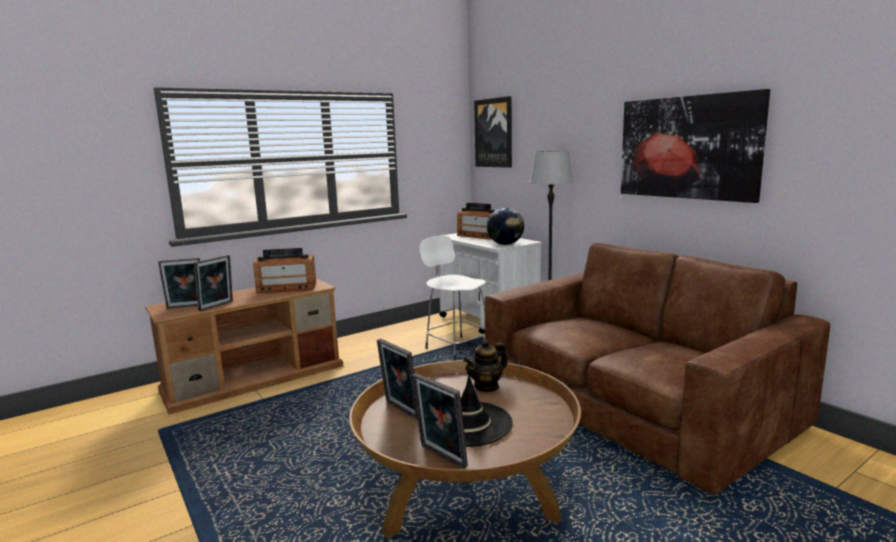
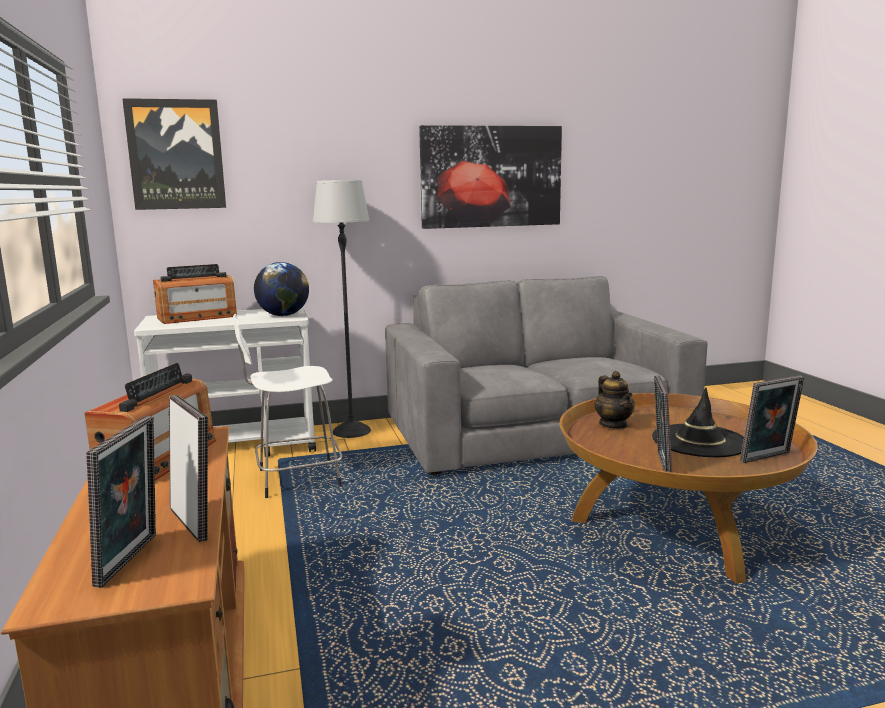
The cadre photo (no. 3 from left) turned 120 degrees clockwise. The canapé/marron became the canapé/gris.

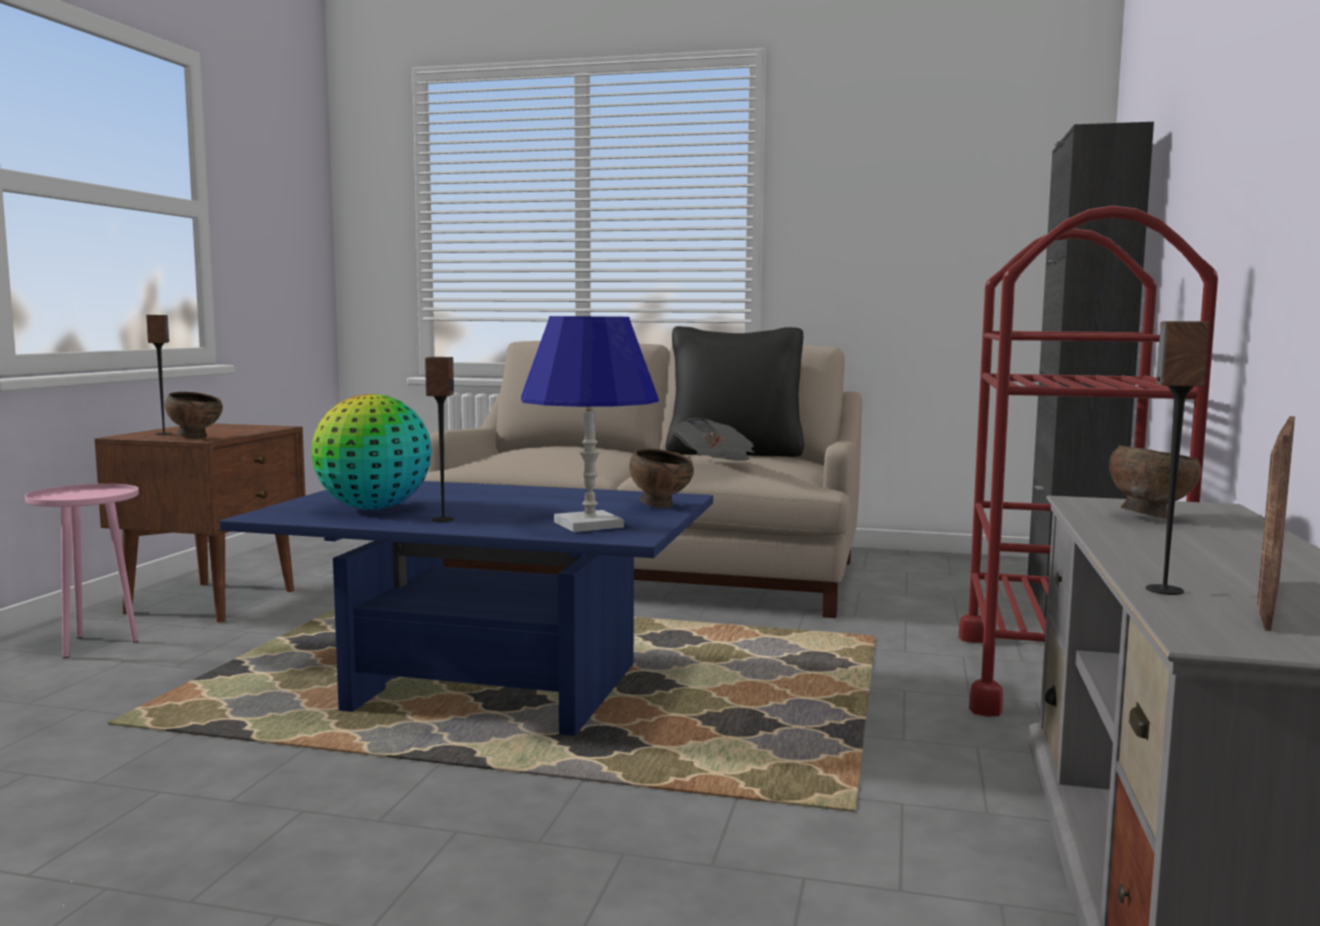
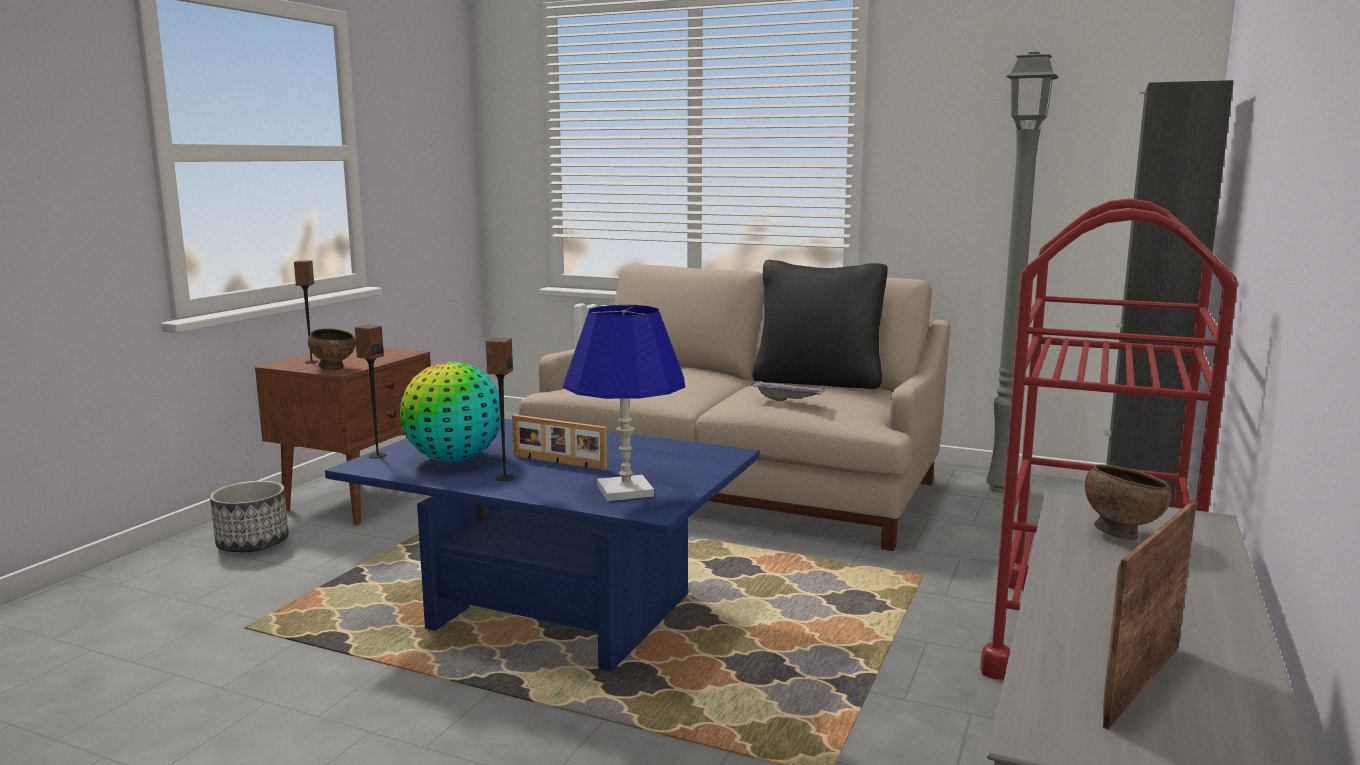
The table d'appoint/rose was replaced by the cache-pot. The bol/marron (no. 2 from left) disappeared. The journal was replaced by the plateau/gris. The enceinte (no. 3 from left in the first image) moved. The cadre photo (no. 1 from left) appeared. The lampadaire/gris appeared.

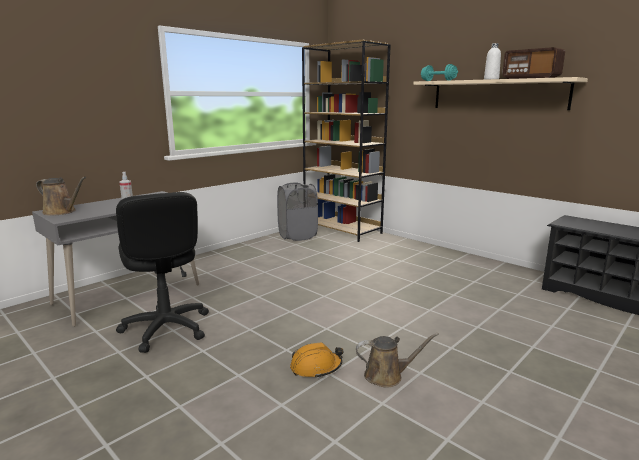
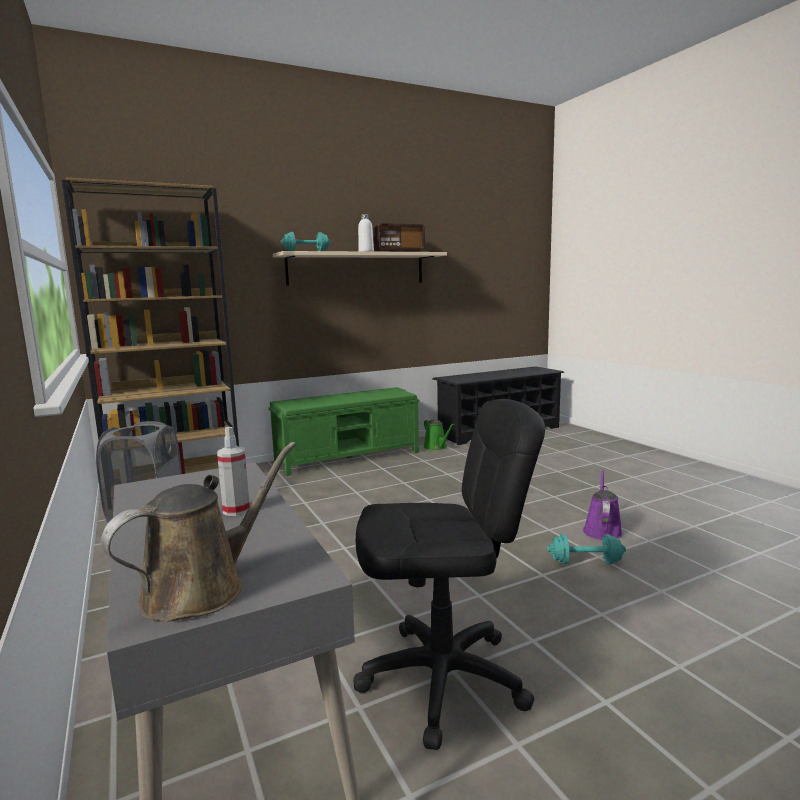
The casque de chantier/orange was replaced by the haltère/turquoise (no. 2 from left). The arrosoir/marron (no. 2 from left) became the arrosoir/violet. The banc/vert appeared. The arrosoir/vert appeared.

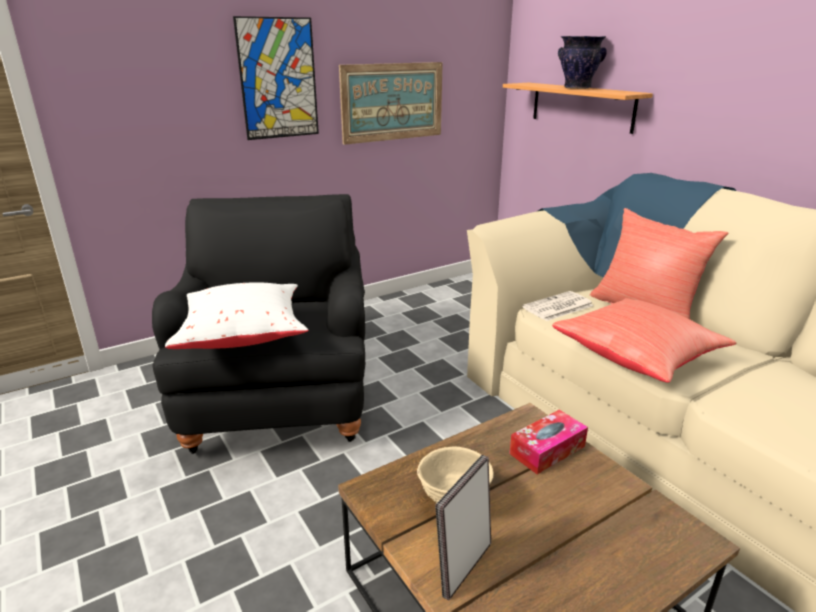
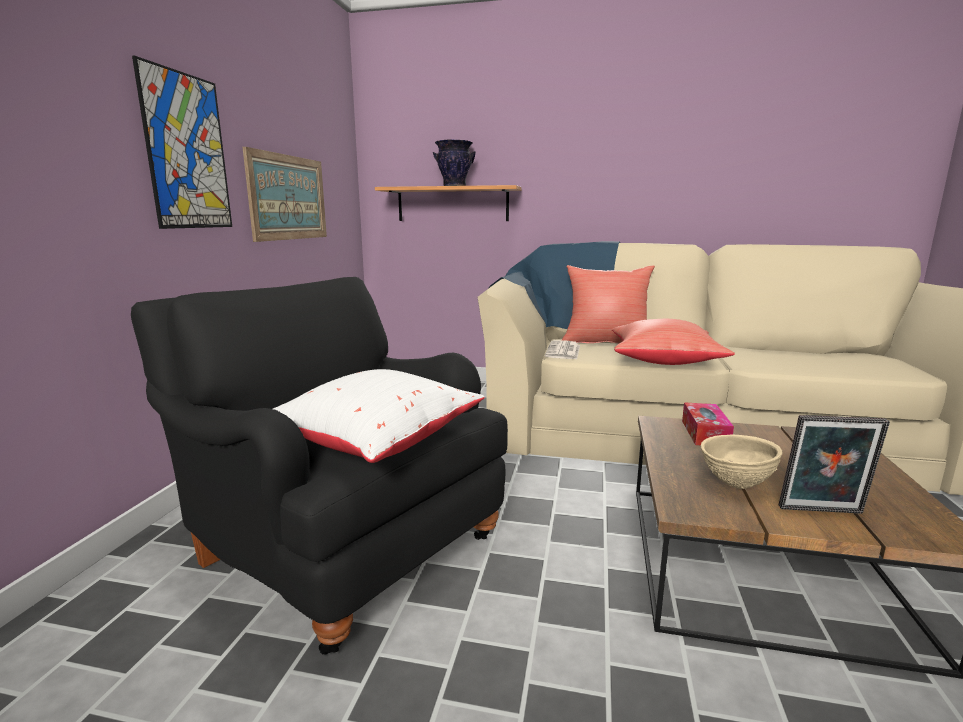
The cadre photo turned 75 degrees counterclockwise.

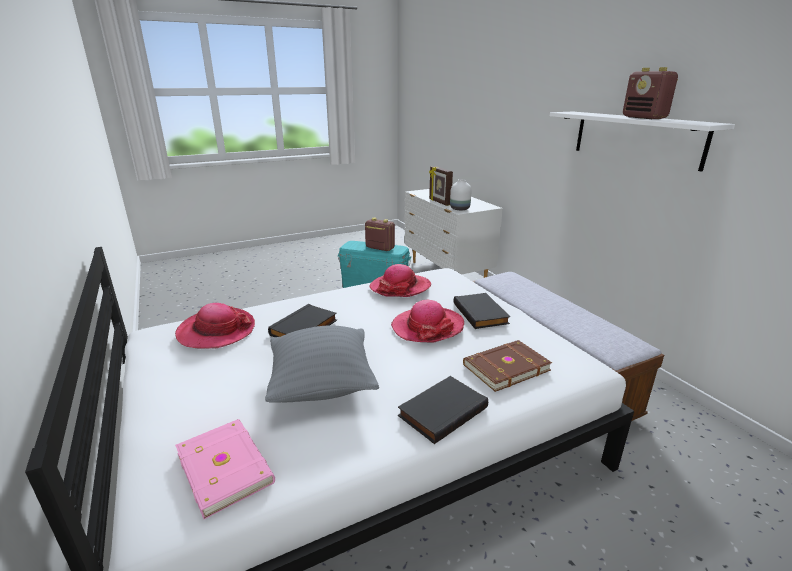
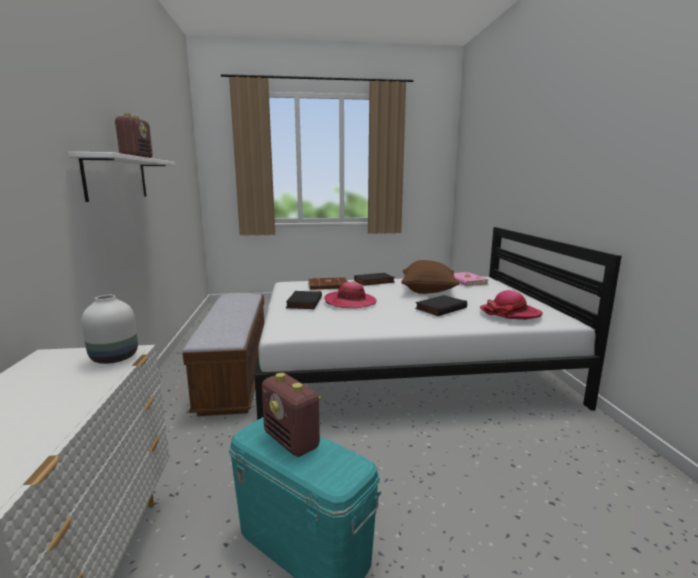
The coussin/gris became the coussin/marron. The chapeau (no. 2 from left) disappeared. The cadre photo disappeared.

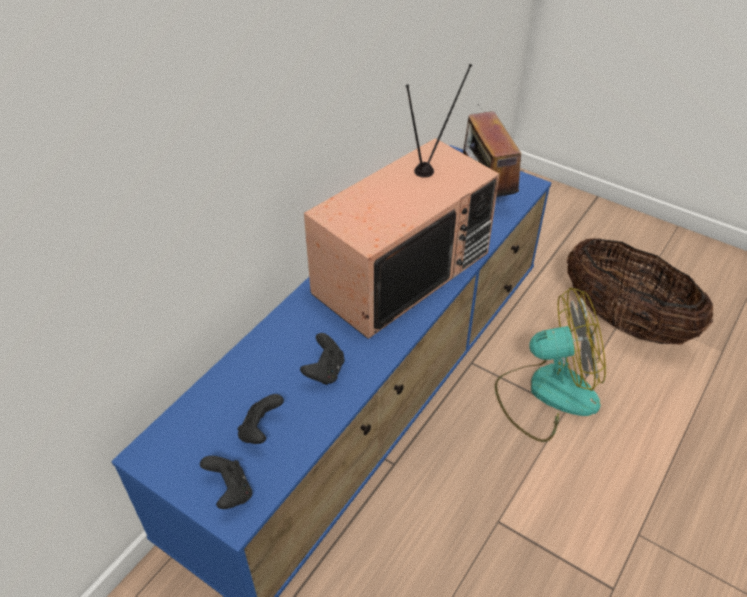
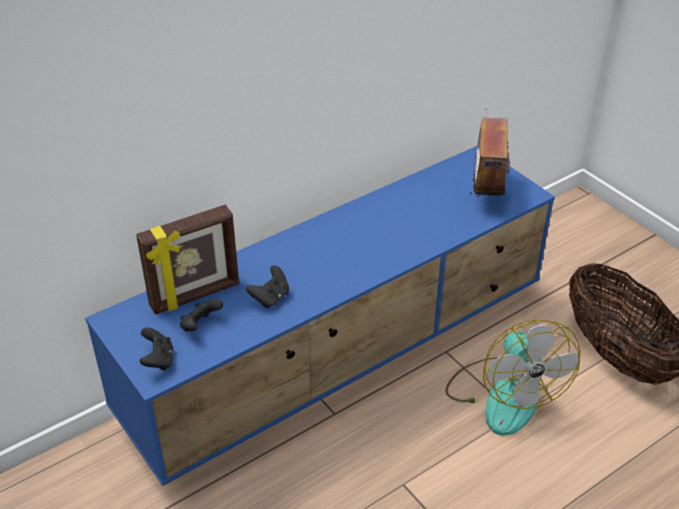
The téléviseur disappeared. The ventilateur turned 60 degrees clockwise. The cadre photo appeared.

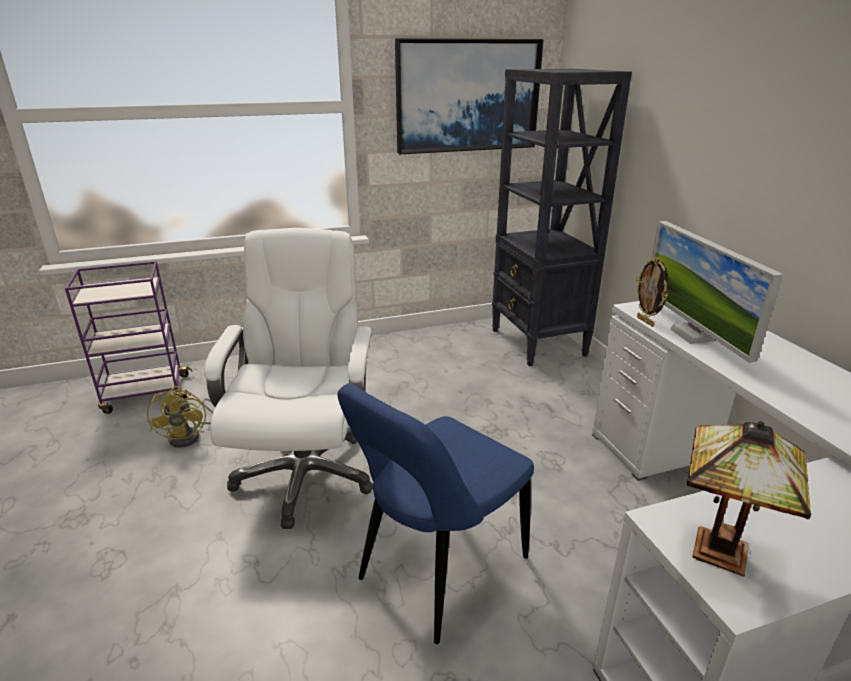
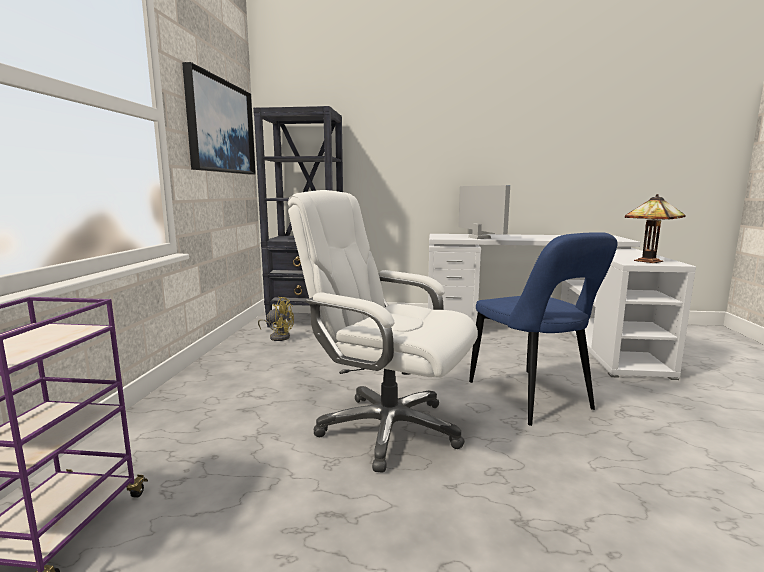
The ventilateur/jaune moved. The cadre photo disappeared. The écran d'ordinateur turned 120 degrees counterclockwise.

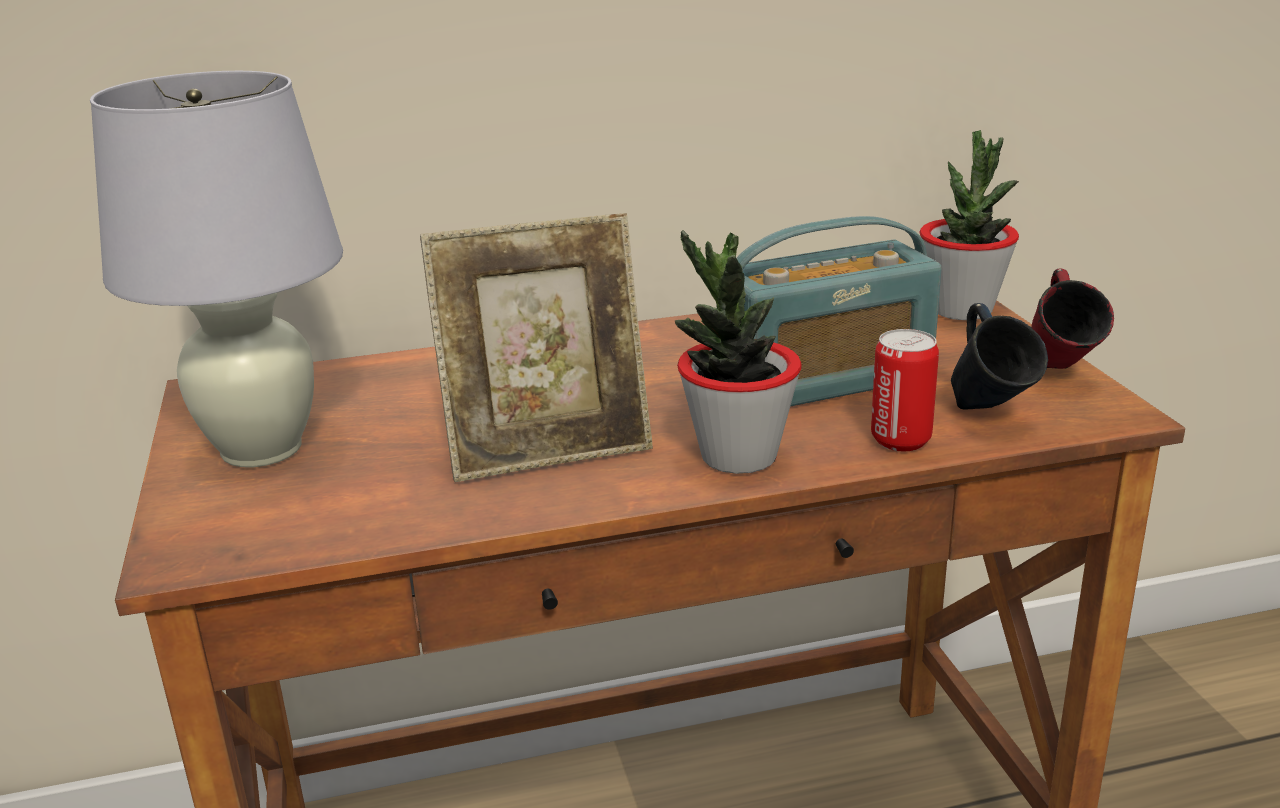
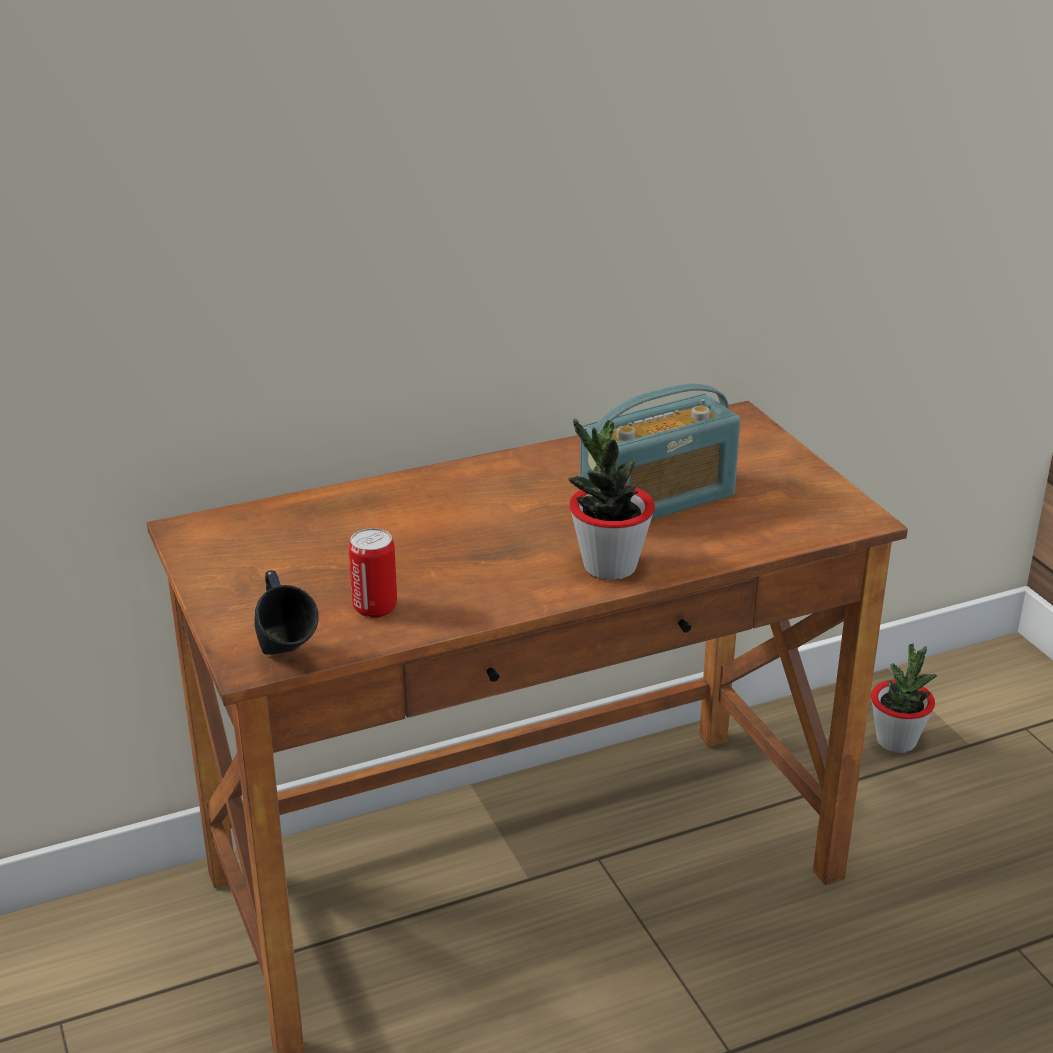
The lampe de table/blanc disappeared. The cadre photo disappeared. The boîte métallique moved. The plante en pot (no. 2 from left) moved. The mug/bleu moved. The mug/rouge disappeared.

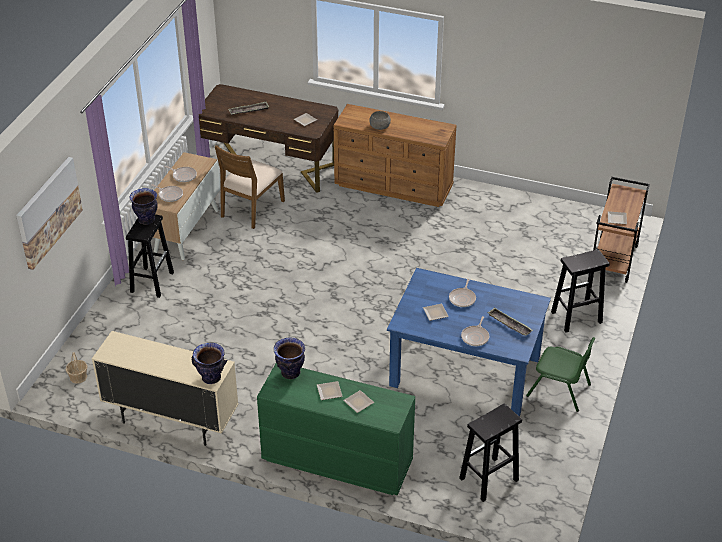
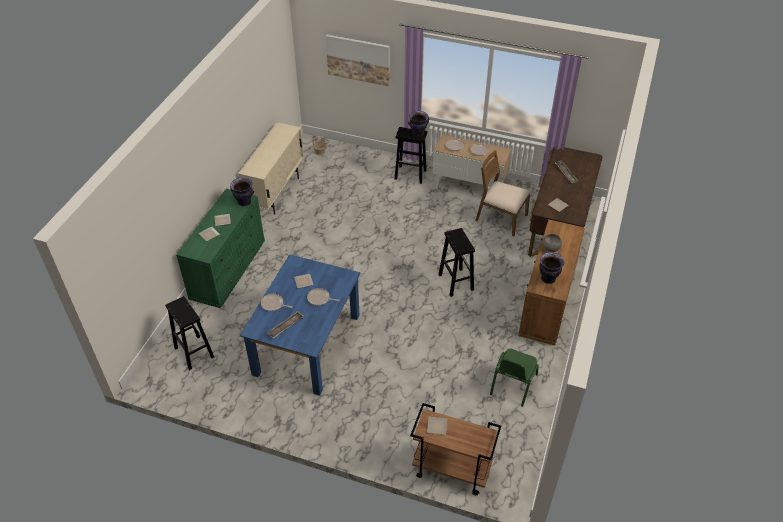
The vase (no. 2 from left in the first image) moved. The chaise/vert moved. The tabouret/noir (no. 3 from left) moved.

